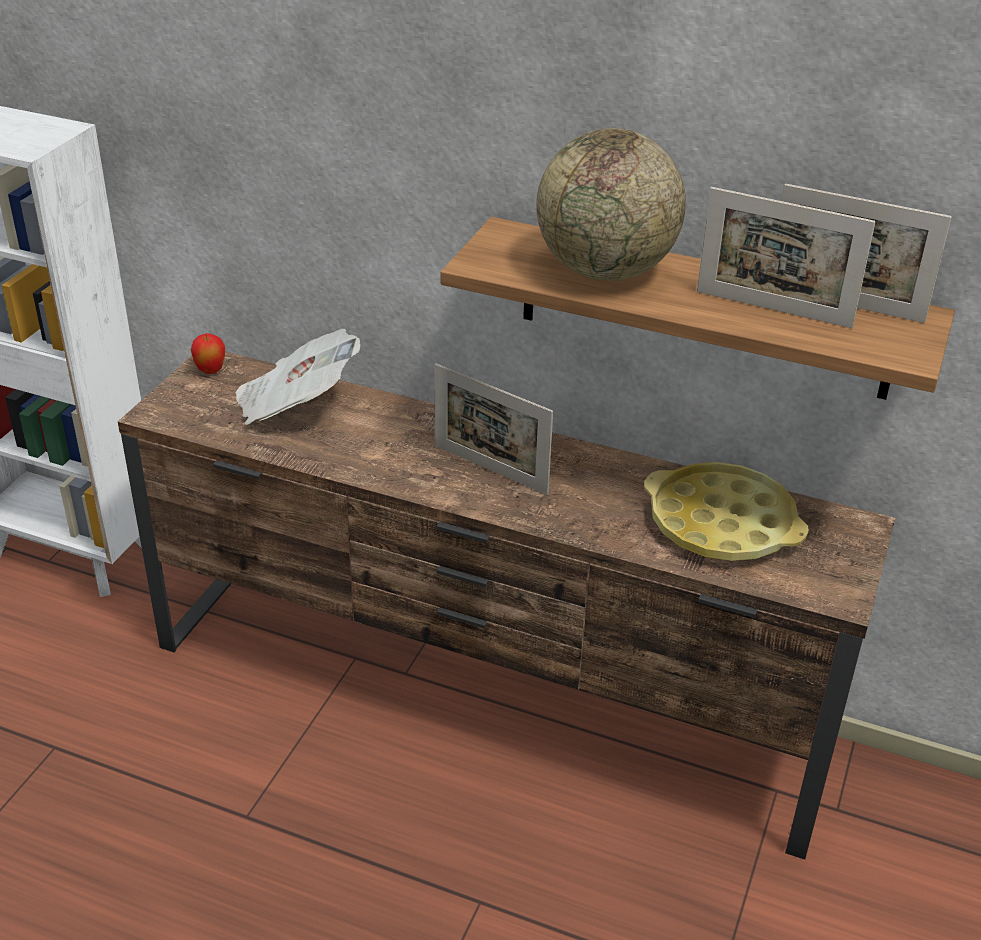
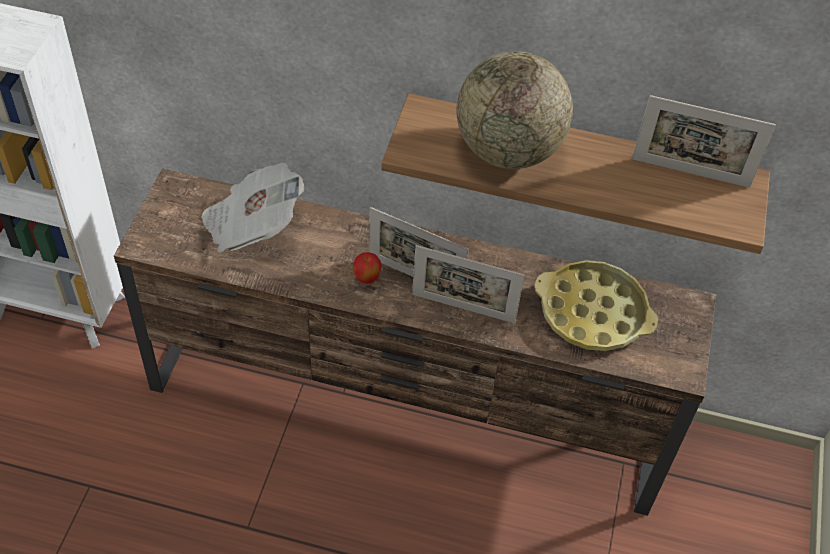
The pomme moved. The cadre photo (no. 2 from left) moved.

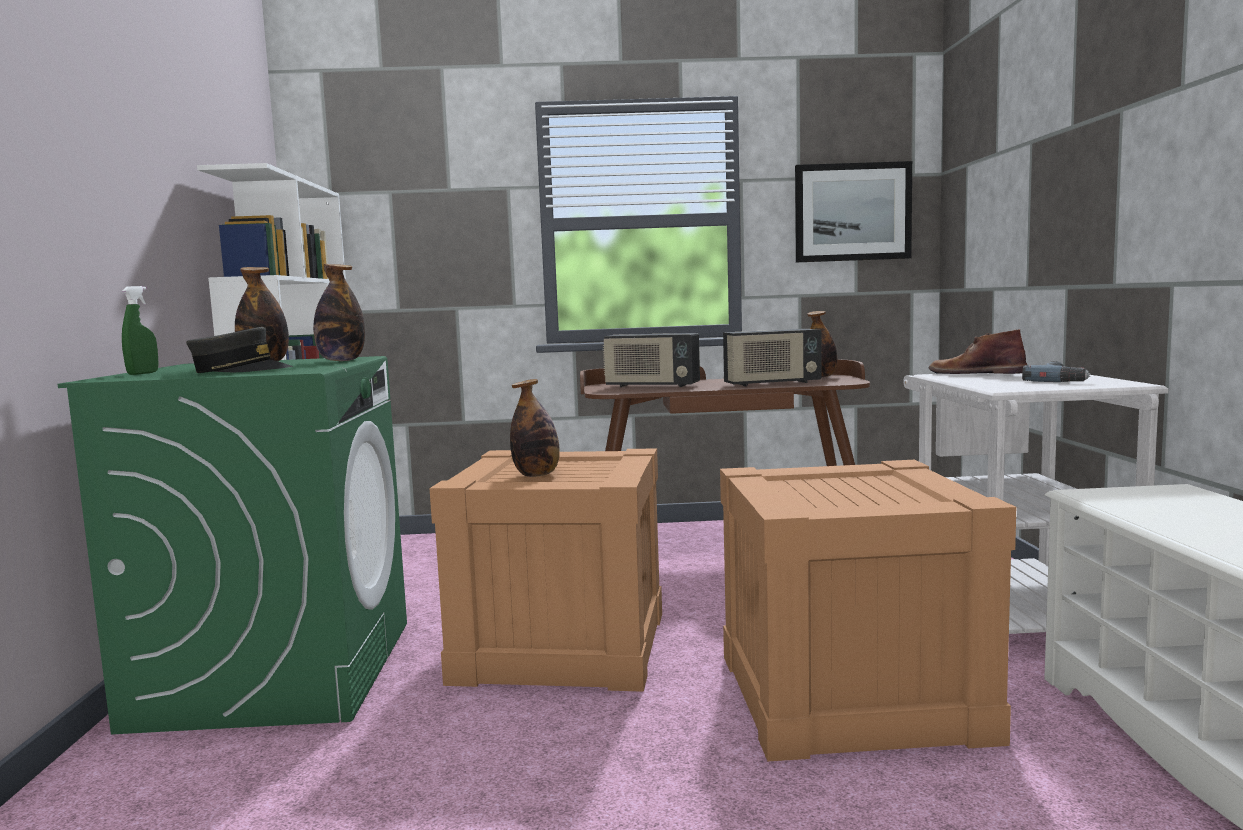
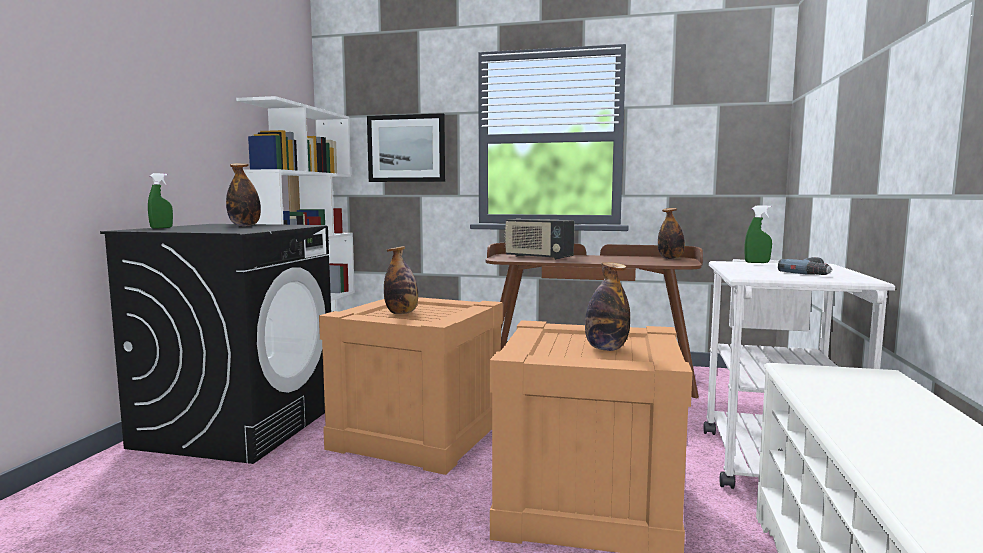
The lave-linge/vert became the lave-linge/noir. The casquette/gris disappeared. The bouteille (no. 2 from left in the first image) moved. The radio (no. 2 from left) disappeared. The tableau moved. The botte/marron was replaced by the vaporisateur/vert (no. 2 from left).

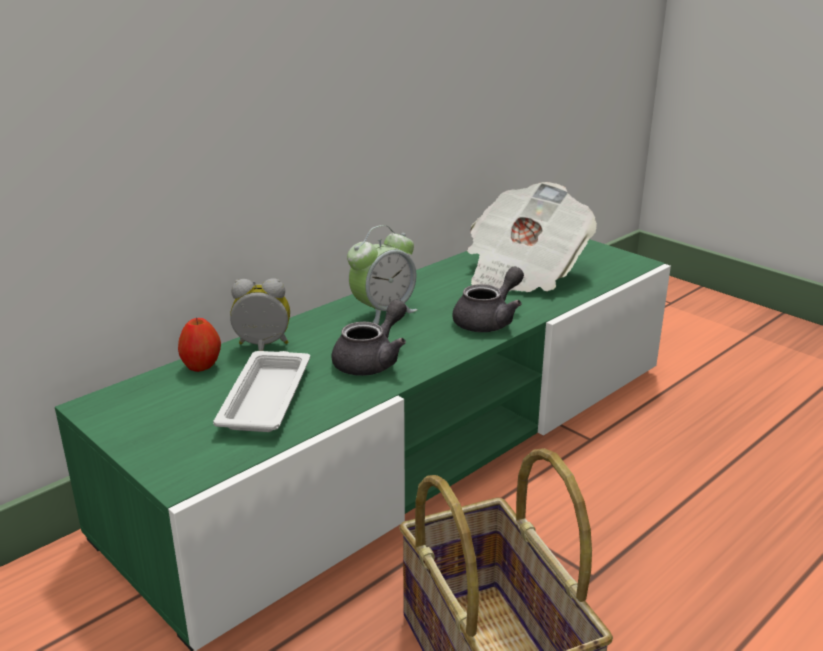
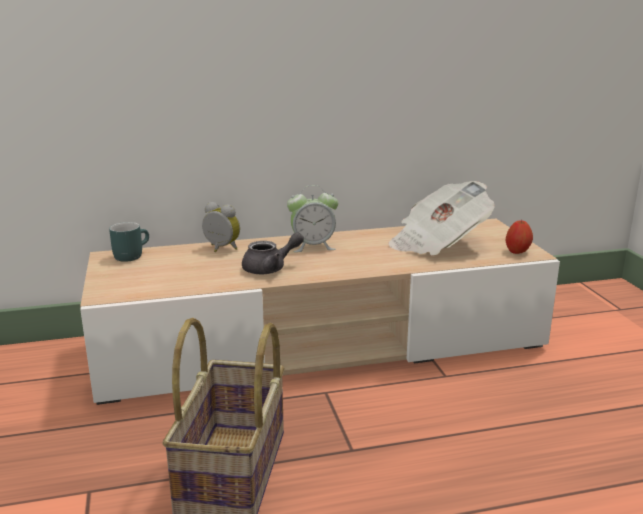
The meuble télé/vert became the meuble télé/beige. The pomme moved. The plateau/blanc disappeared. The théière/gris (no. 2 from left) disappeared. The mug/turquoise appeared.

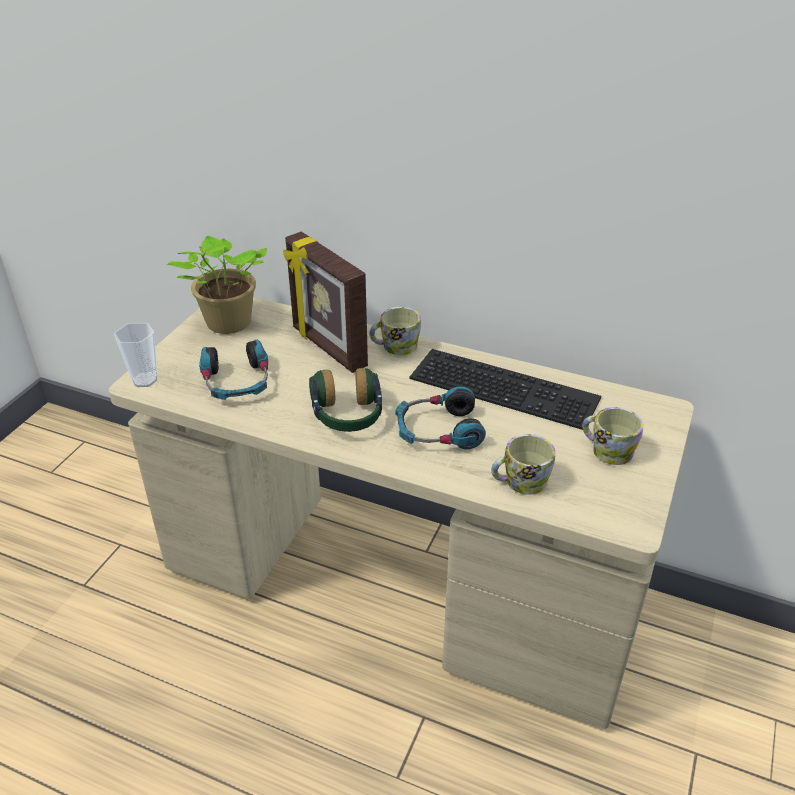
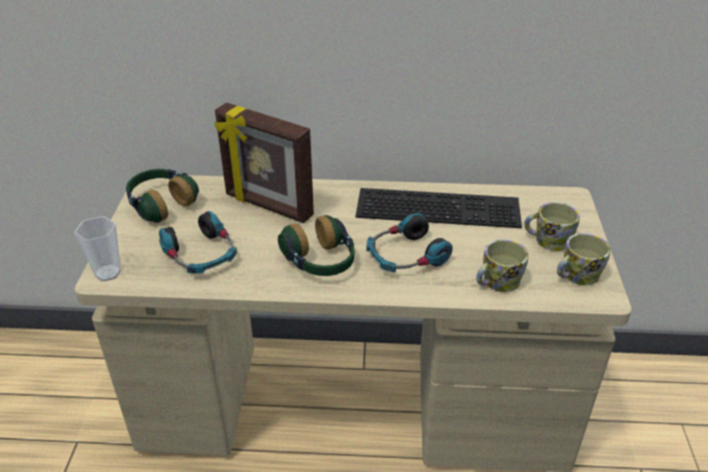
The plante en pot was replaced by the casque audio (no. 1 from left). The mug (no. 1 from left in the first image) moved.

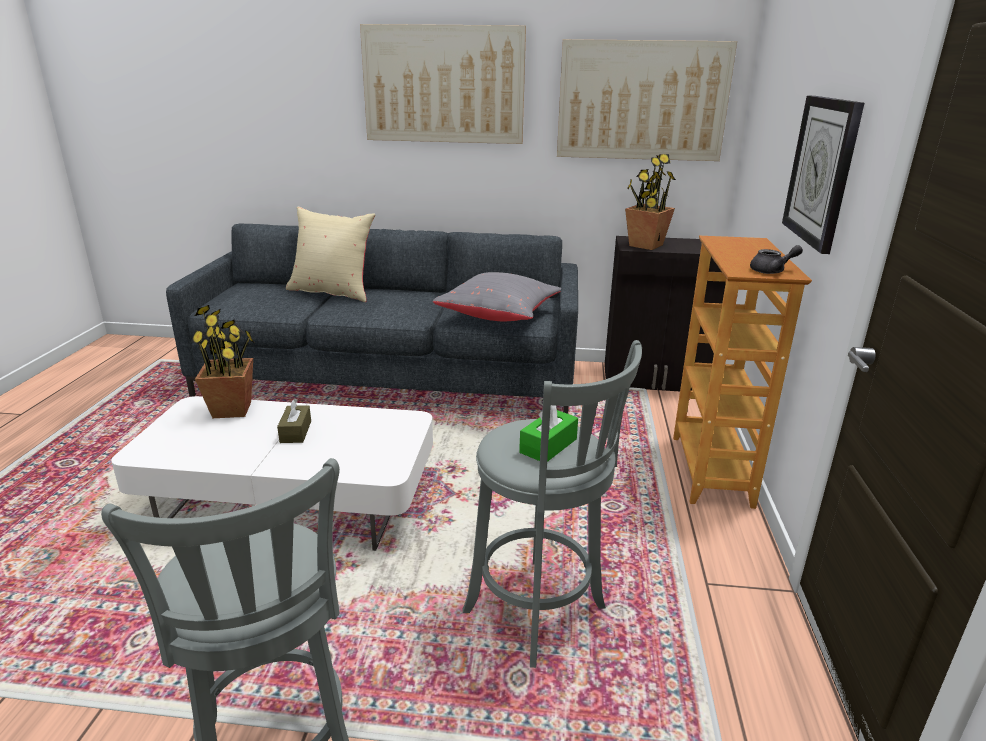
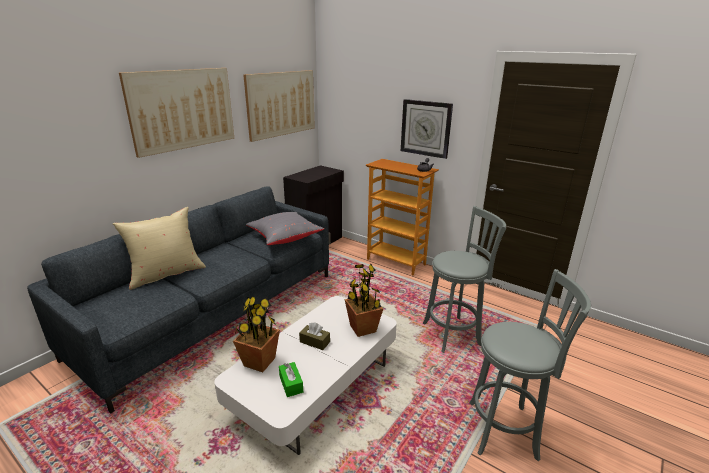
The boîte à mouchoirs/vert moved. The plante en pot (no. 2 from left) moved.

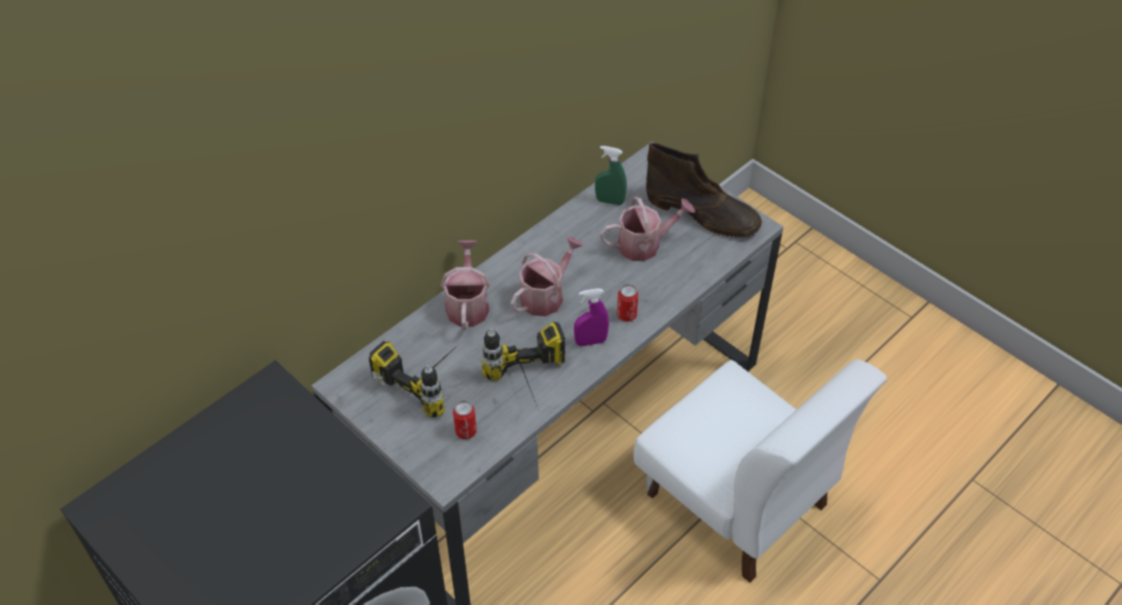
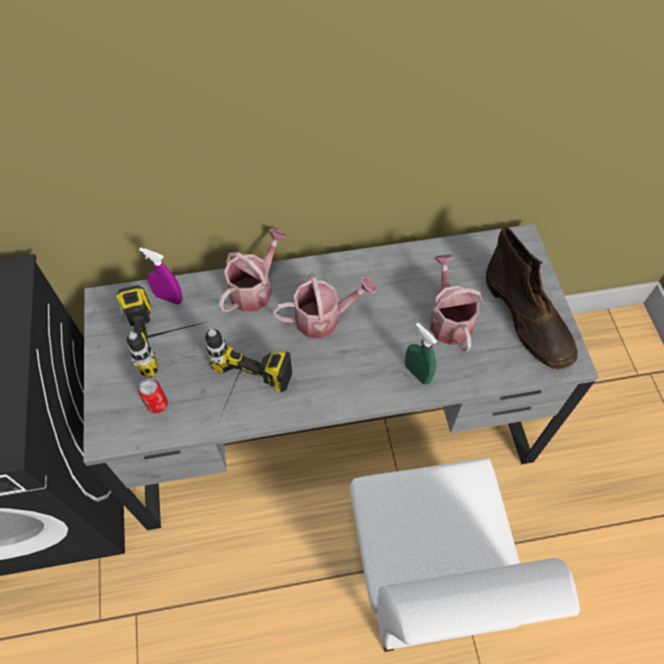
The vaporisateur/violet moved. The vaporisateur/vert moved. The arrosoir (no. 3 from left) turned 120 degrees counterclockwise. The boîte métallique (no. 2 from left) disappeared.

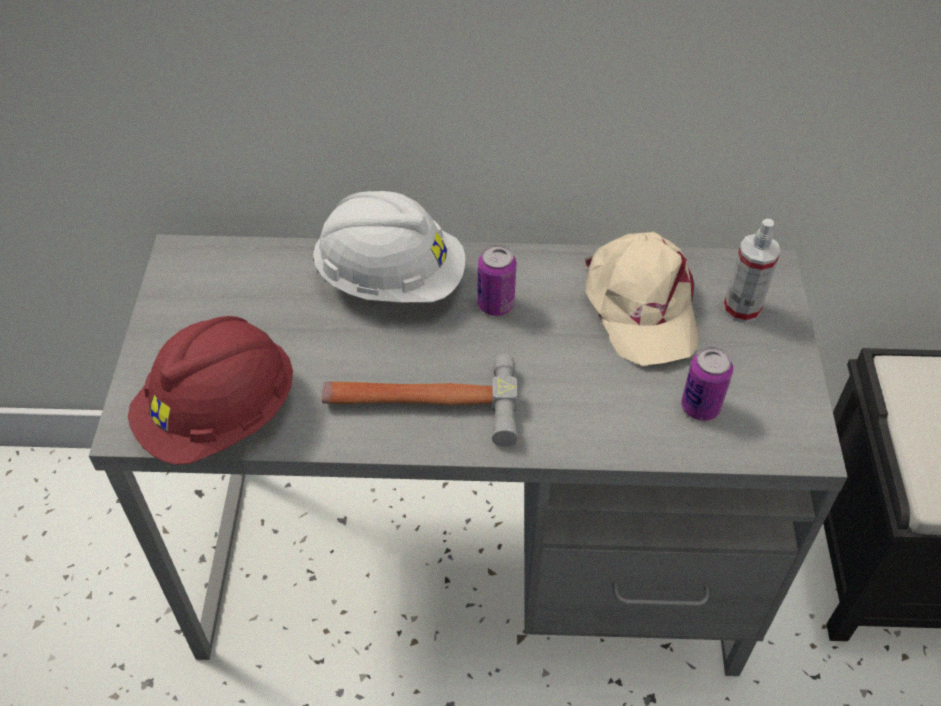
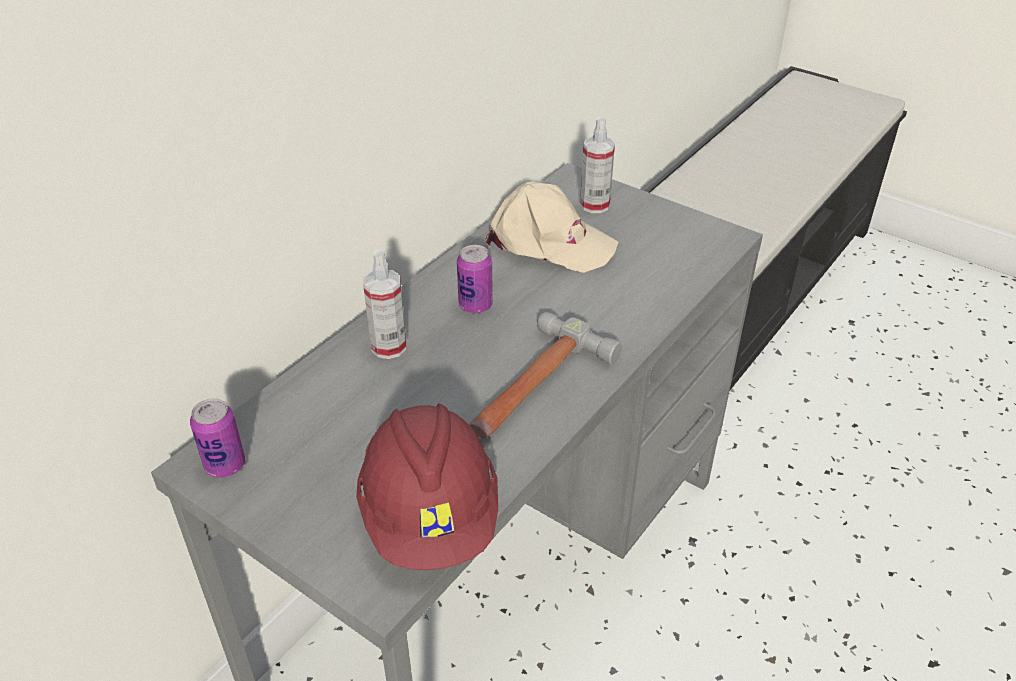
The casque de chantier/blanc was replaced by the vaporisateur (no. 1 from left). The boîte métallique (no. 2 from left in the first image) moved.

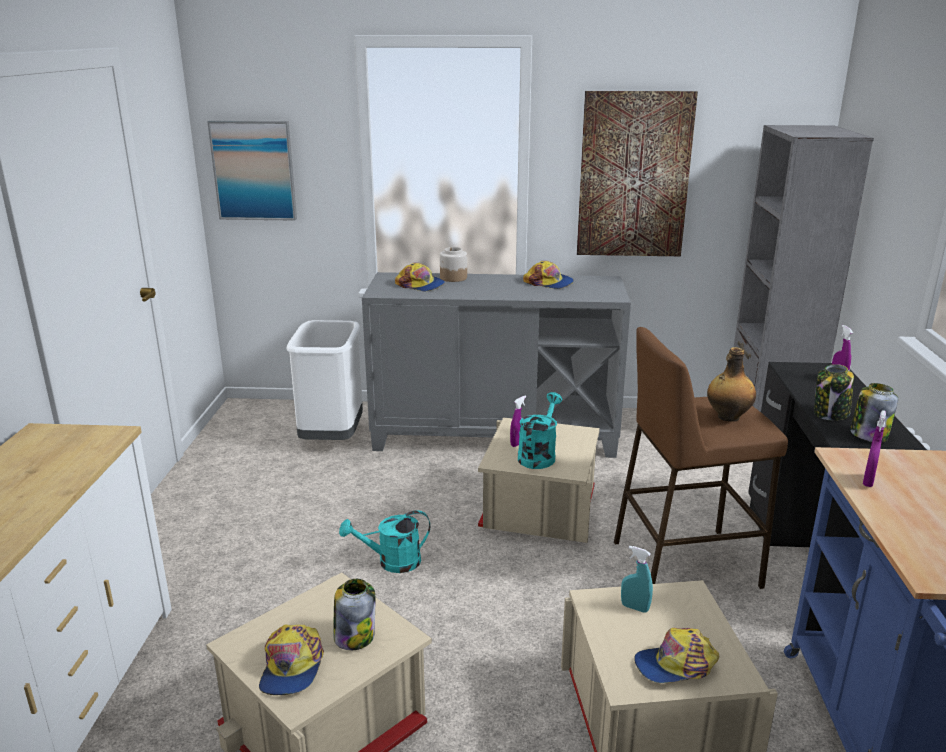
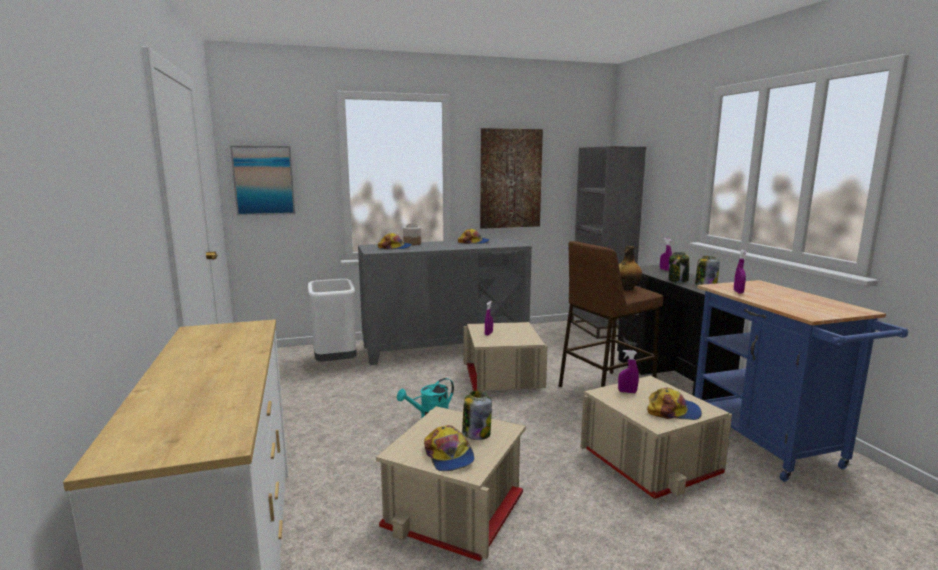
The arrosoir/turquoise (no. 2 from left) disappeared. The vaporisateur/turquoise became the vaporisateur/violet (no. 2 from left). The casquette (no. 4 from left) turned 135 degrees counterclockwise.

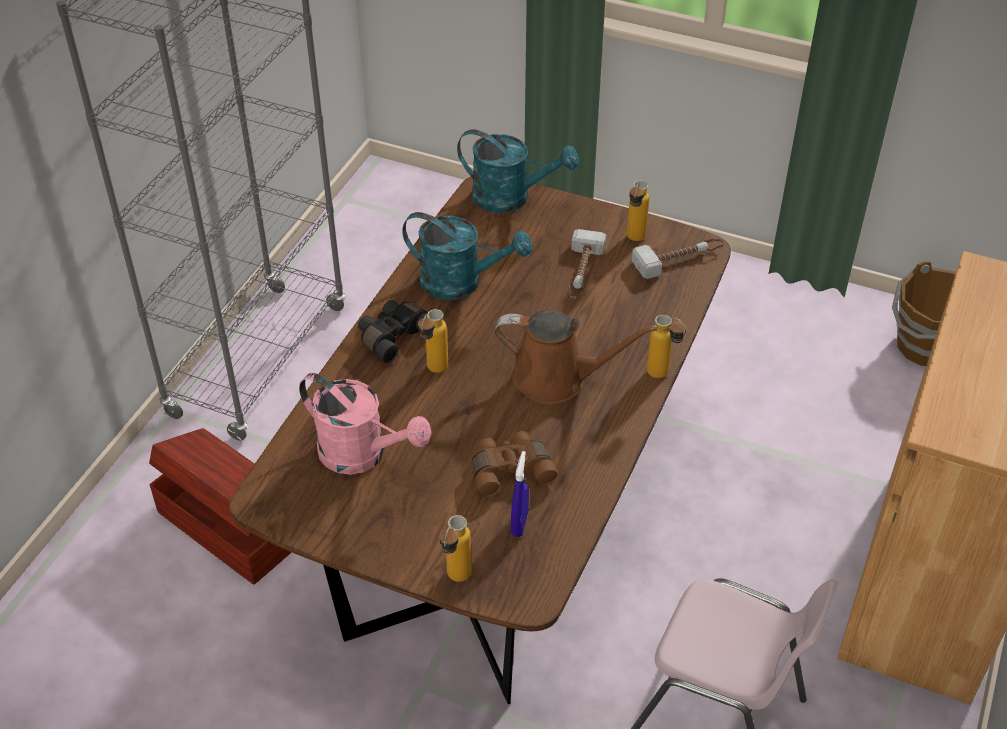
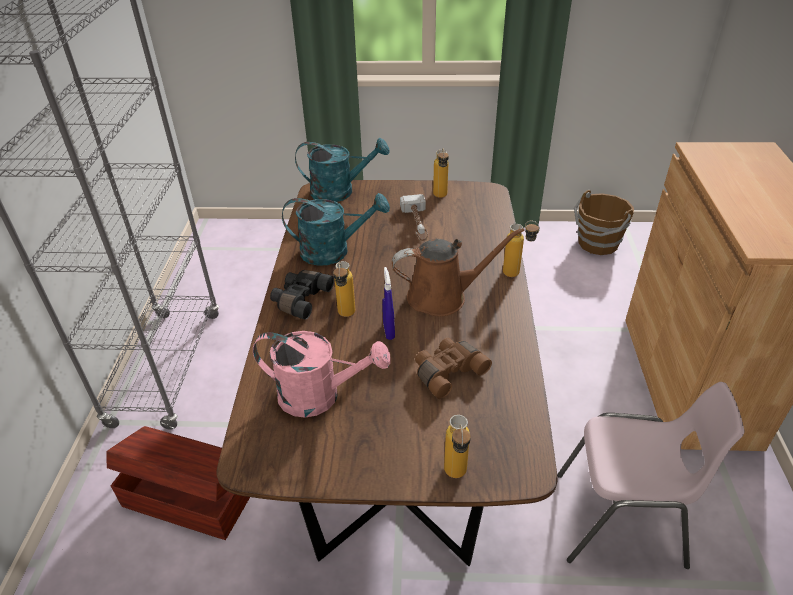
The vaporisateur/bleu moved. The marteau (no. 2 from left) disappeared.

